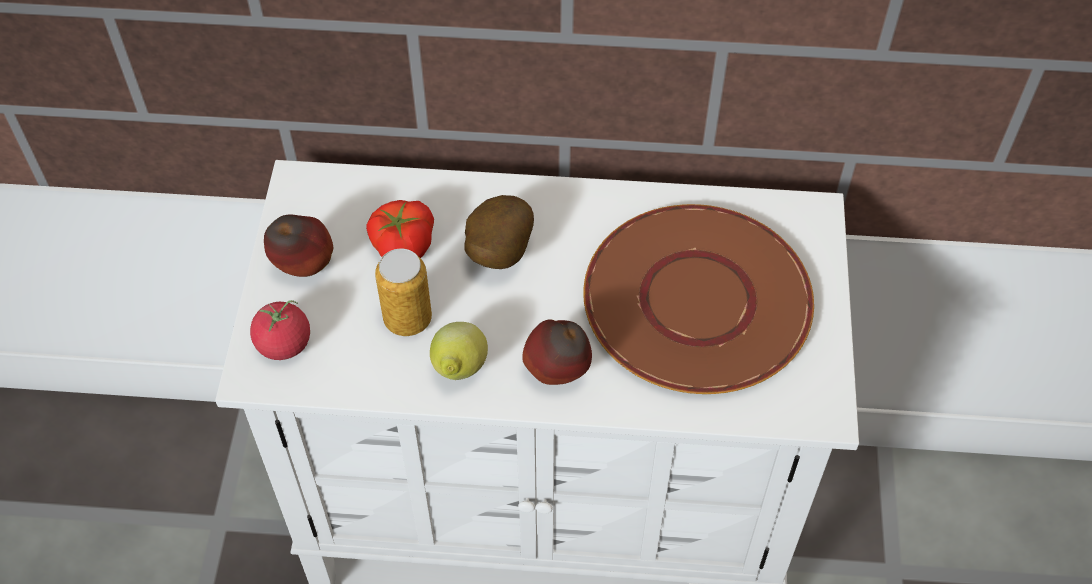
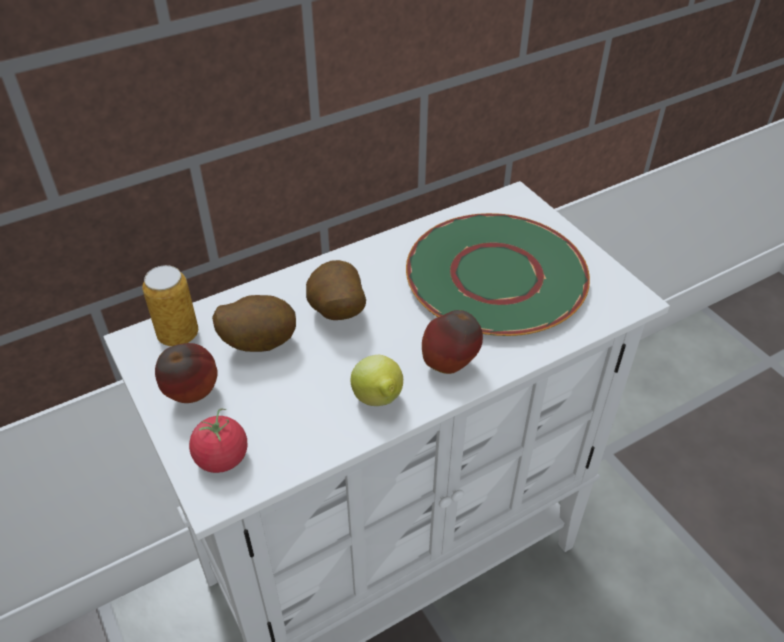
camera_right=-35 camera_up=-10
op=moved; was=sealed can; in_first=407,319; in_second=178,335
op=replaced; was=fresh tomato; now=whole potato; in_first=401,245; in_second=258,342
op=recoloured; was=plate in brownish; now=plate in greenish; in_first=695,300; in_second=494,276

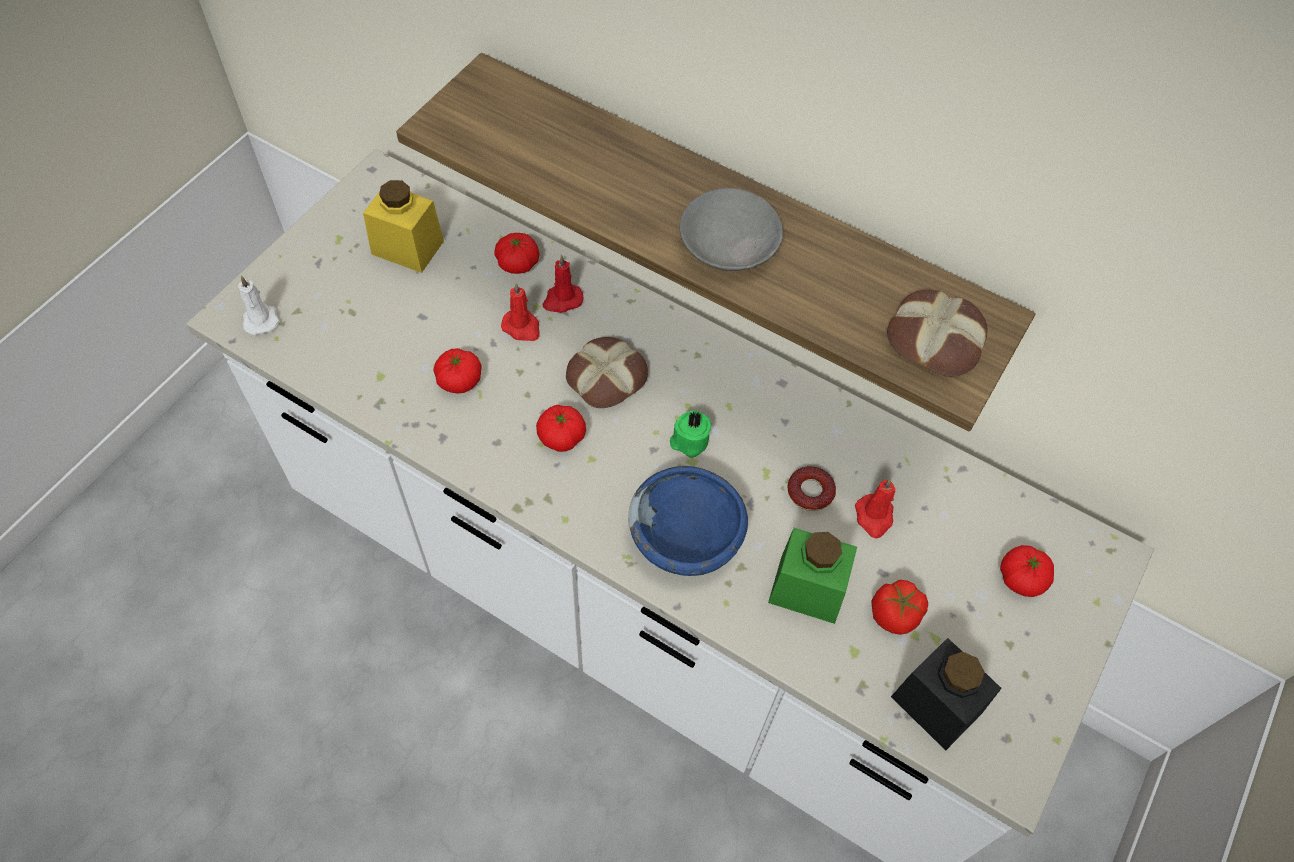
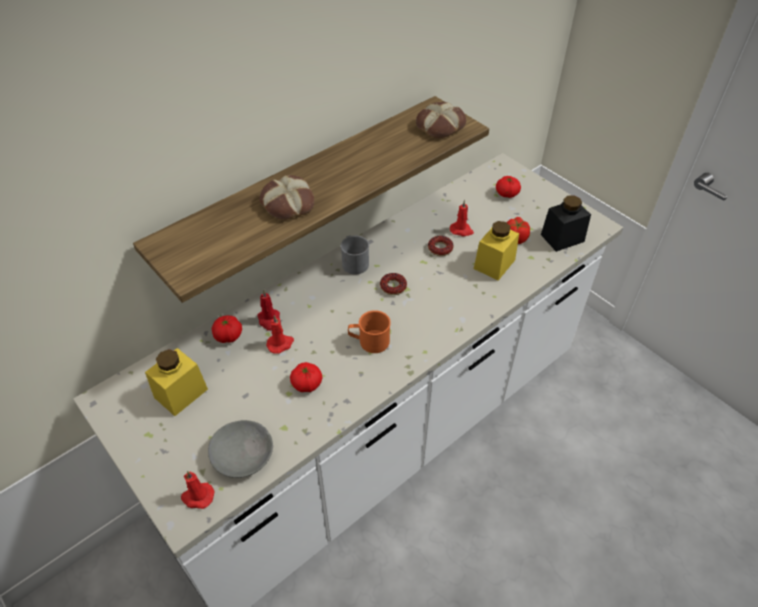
camera_right=-70 camera_up=-10
op=removed; was=serving bowl in bluish; in_first=685,539
op=added; now=coffee mug in grey; in_second=354,262
op=moved; was=bakery bread; in_first=606,377; in_second=287,204
op=moved; was=serving bowl in grey; in_first=729,246; in_second=244,455
op=replaced; was=fresh tomato; now=coffee mug in orange-coloured; in_first=561,437; in_second=369,341
op=replaced; was=wax candle in greenish; now=ring doughnut; in_first=689,441; in_second=393,286
op=recoloured; was=wax candle in white-coloured; now=wax candle in red-coloured; in_first=260,319; in_second=197,496
op=recoloured; was=preserve jar in greenish; now=preserve jar in yellowish; in_first=807,589; in_second=494,264

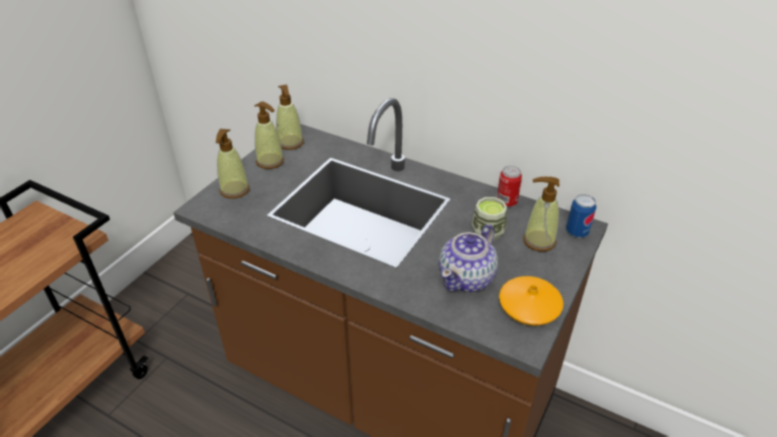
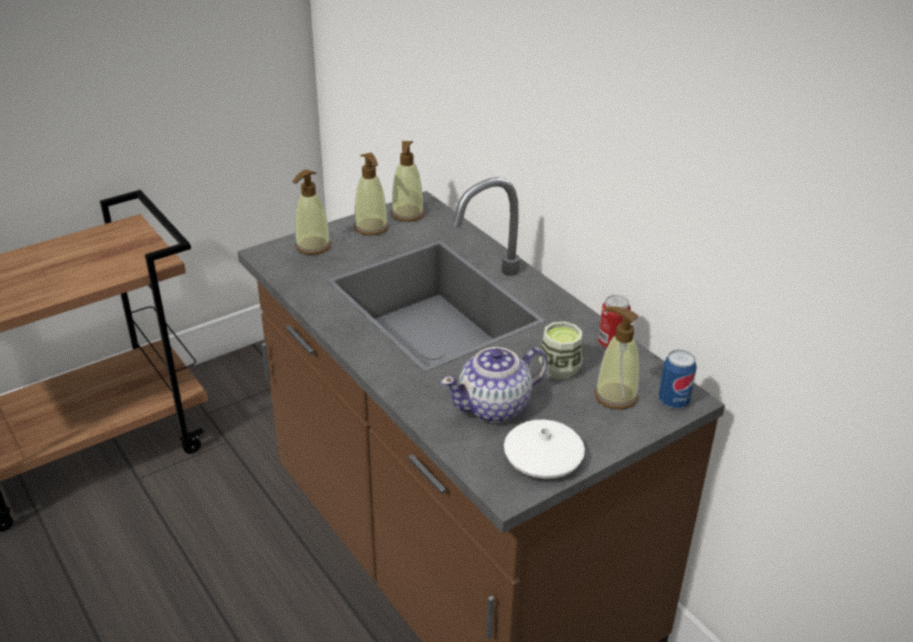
camera_right=25 camera_up=-5
op=recoloured; was=decorative vase in orange-coloured; now=decorative vase in white-coloured; in_first=529,307; in_second=543,458

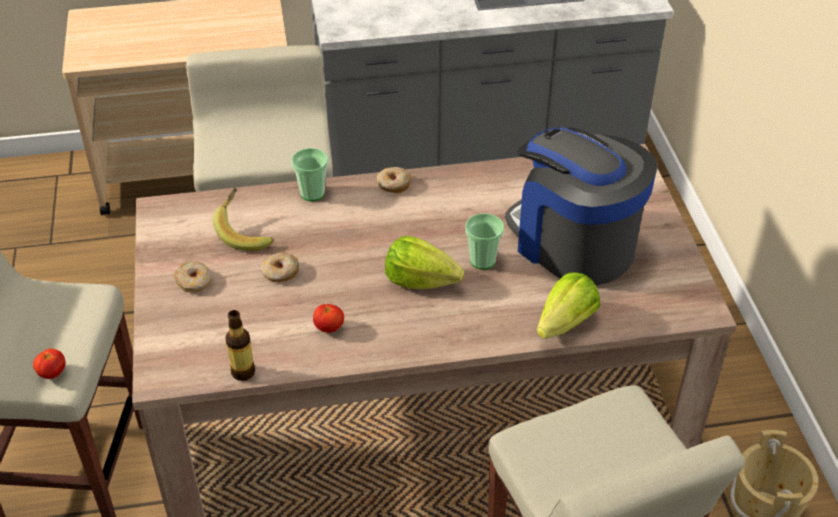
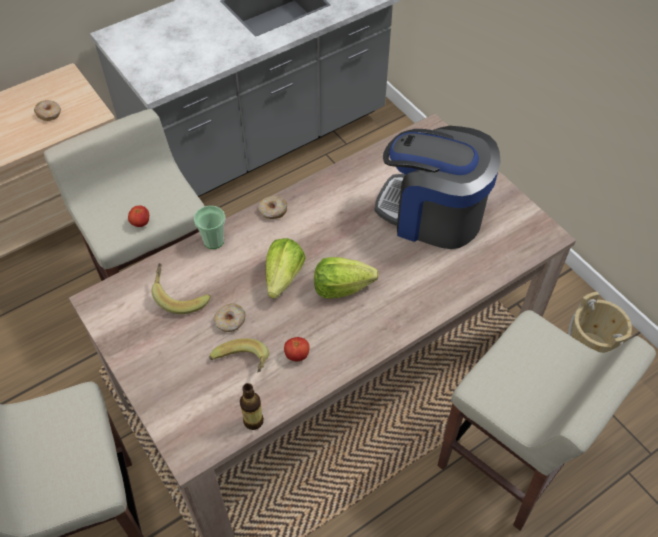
camera_right=-25 camera_up=10
op=removed; was=cup; in_first=482,260
op=added; now=banana; in_second=242,366
op=moved; was=fresh tomato; in_first=52,373; in_second=140,223
op=moved; was=ring doughnut; in_first=194,282; in_second=49,114
op=moved; was=head of lettuce; in_first=565,323; in_second=283,277

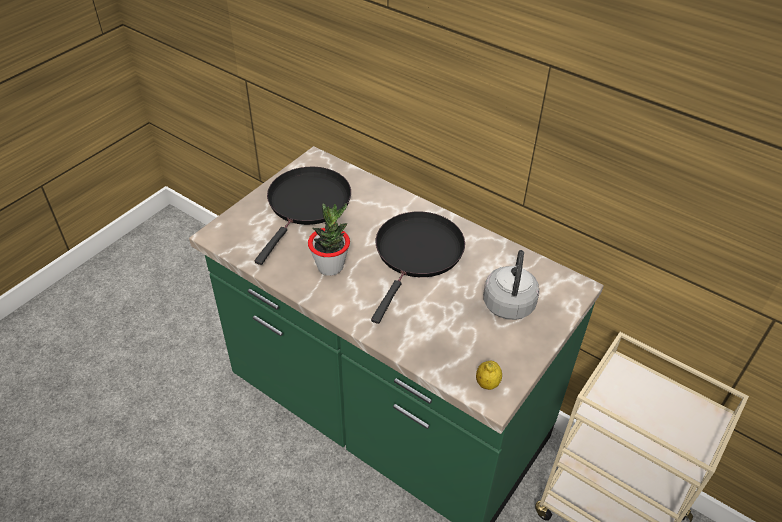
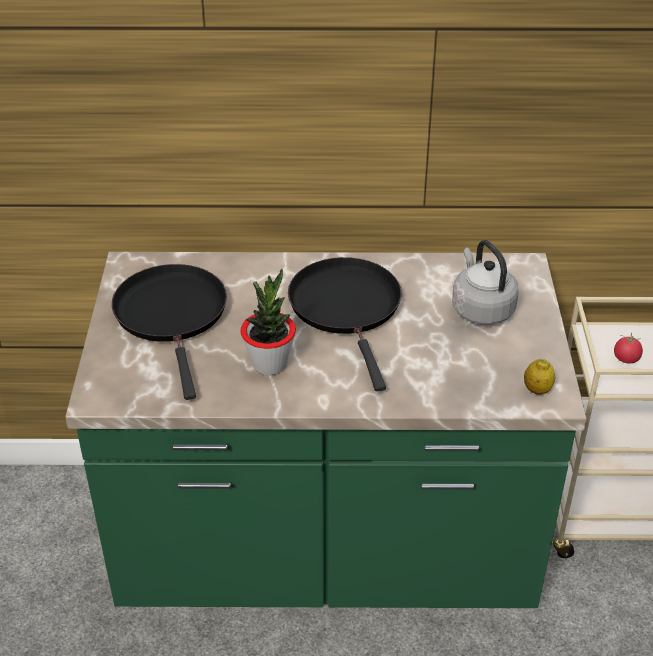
camera_right=-35 camera_up=-5
op=added; now=fresh tomato; in_second=626,359

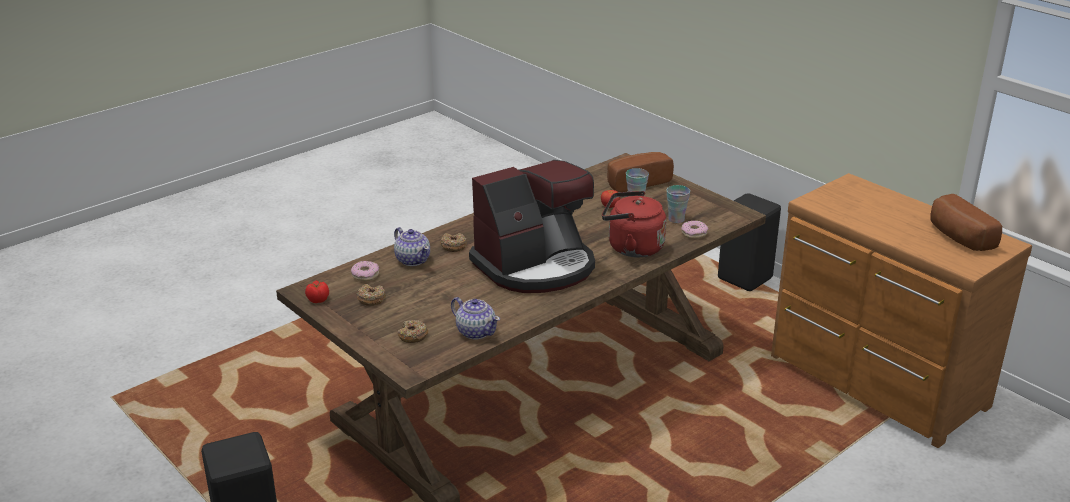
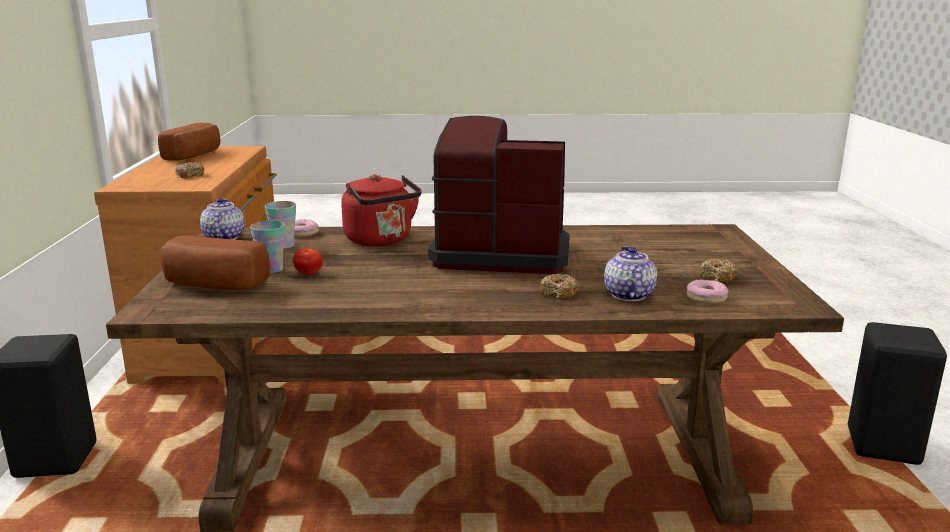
camera_right=-140 camera_up=-10
op=removed; was=fresh tomato; in_first=317,299
op=moved; was=ring doughnut; in_first=413,336; in_second=190,175
op=moved; was=tea pot; in_first=476,331; in_second=223,238

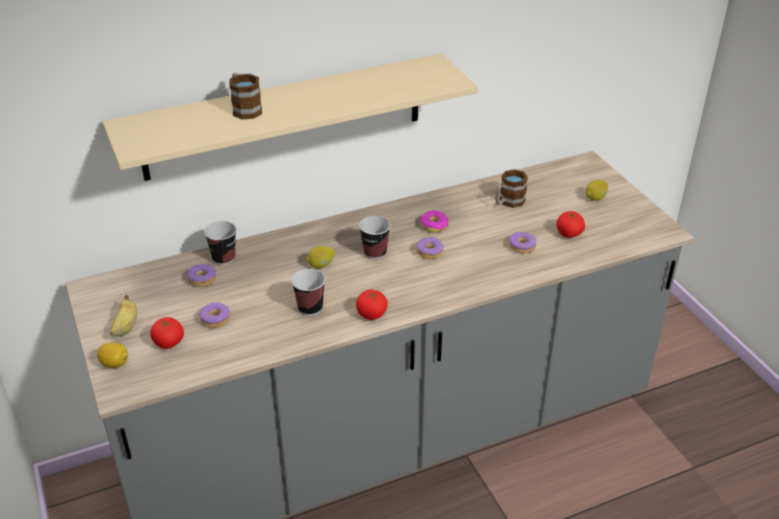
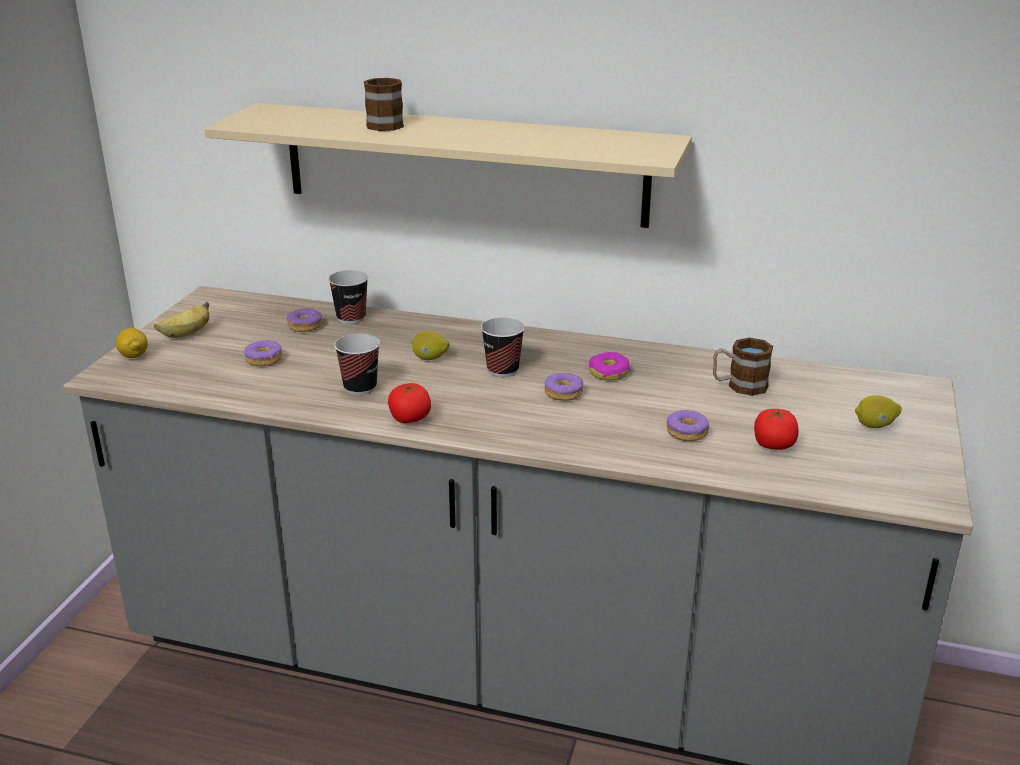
camera_right=40 camera_up=-10
op=removed; was=fresh tomato; in_first=168,343

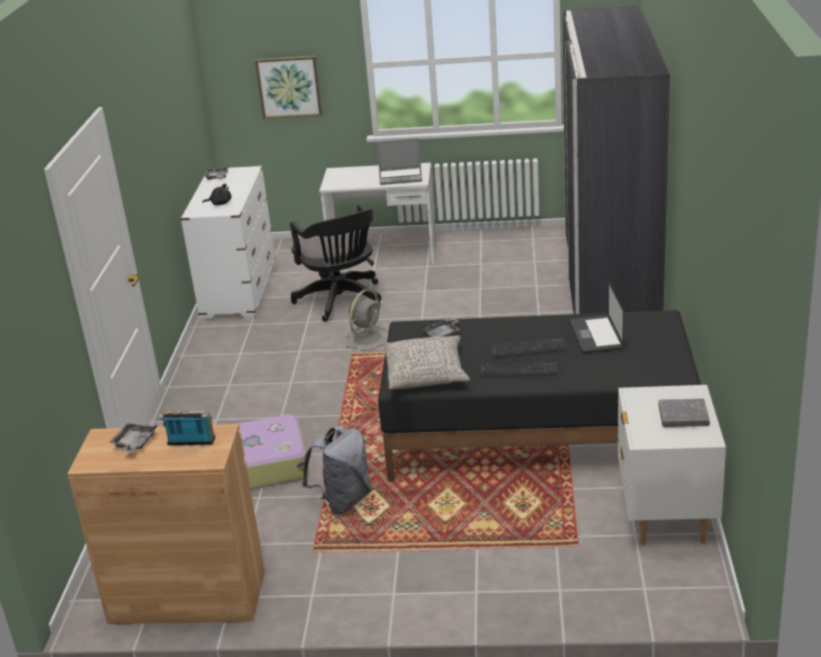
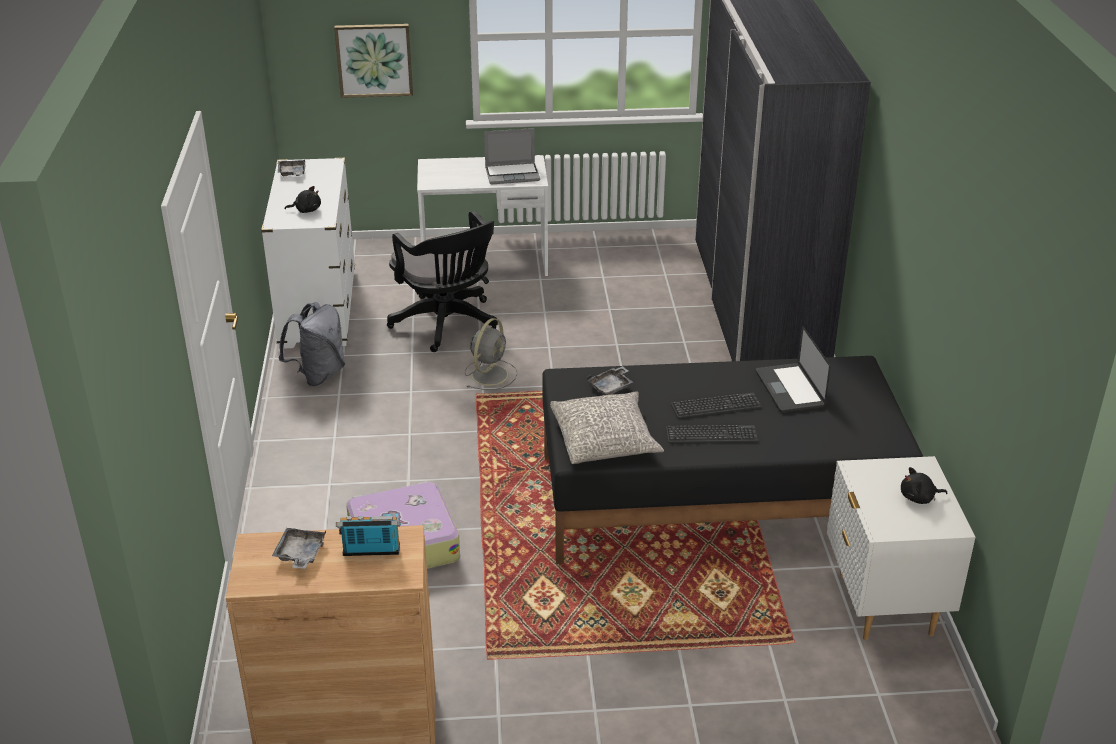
camera_right=-10 camera_up=5
op=moved; was=knapsack in grey; in_first=343,501; in_second=318,375
op=replaced; was=book in grey; now=cuddly toy in blackish; in_first=683,416; in_second=919,498

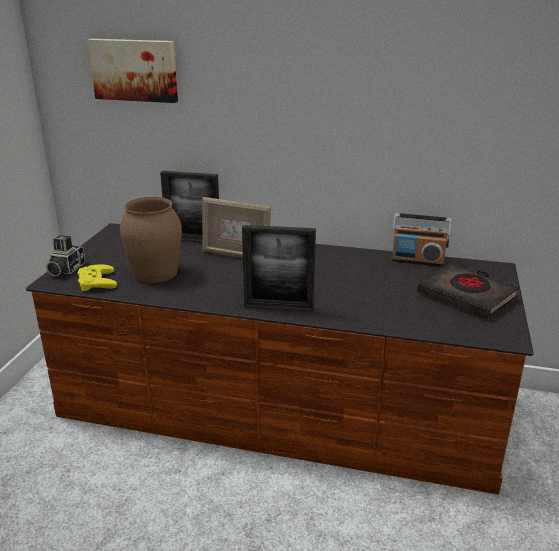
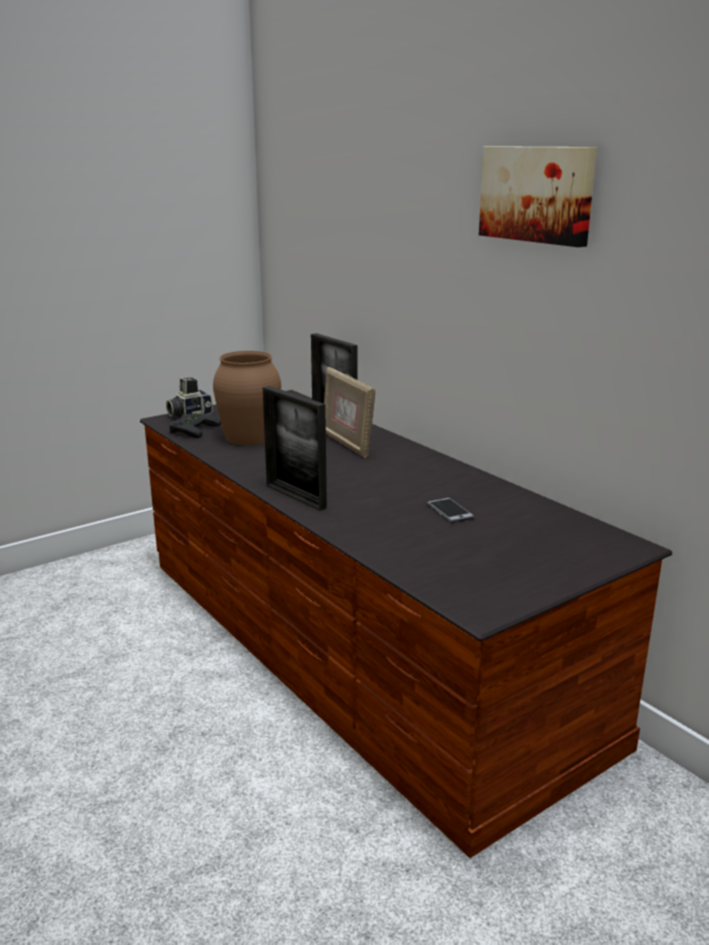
camera_right=40 camera_up=-5
op=removed; was=radio receiver; in_first=417,261
op=removed; was=book in blackish; in_first=467,295
op=added; now=phone; in_second=450,511
op=moved; was=picture; in_first=135,70; in_second=537,194
op=recoloured; was=joypad in yellowish; now=joypad in blackish; in_first=94,281; in_second=191,429

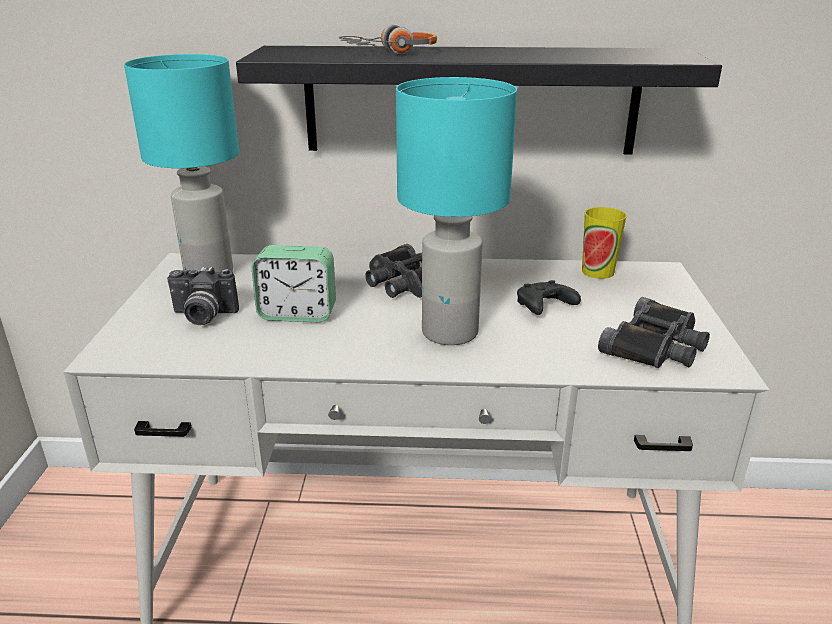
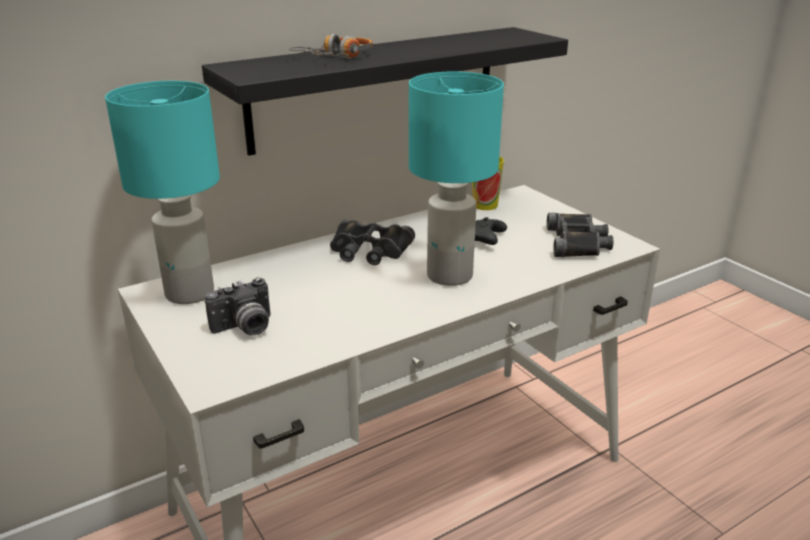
camera_right=-35 camera_up=0
op=removed; was=bedside clock; in_first=297,314

